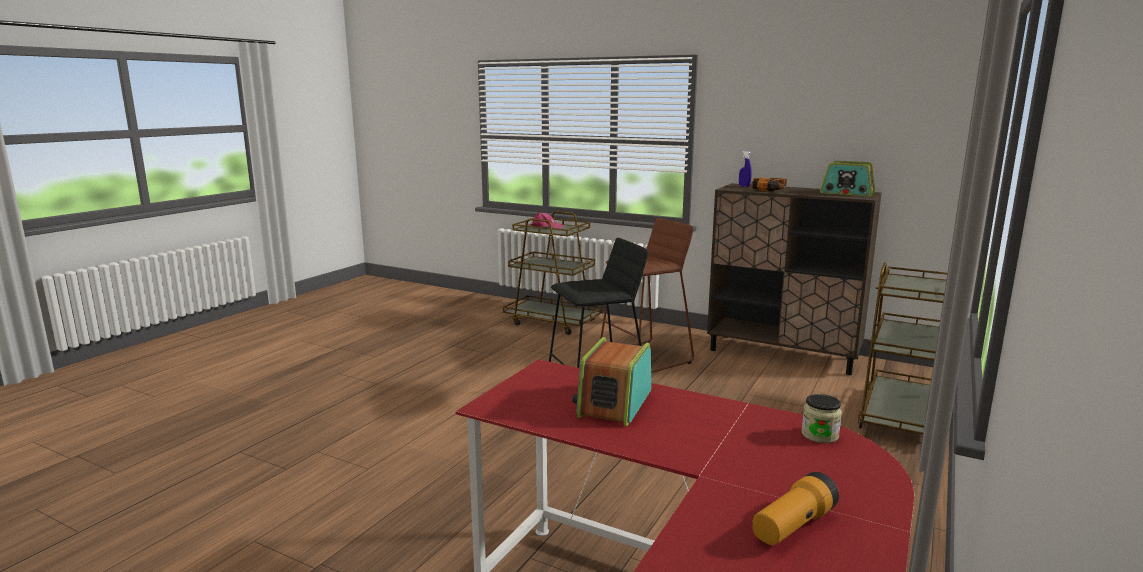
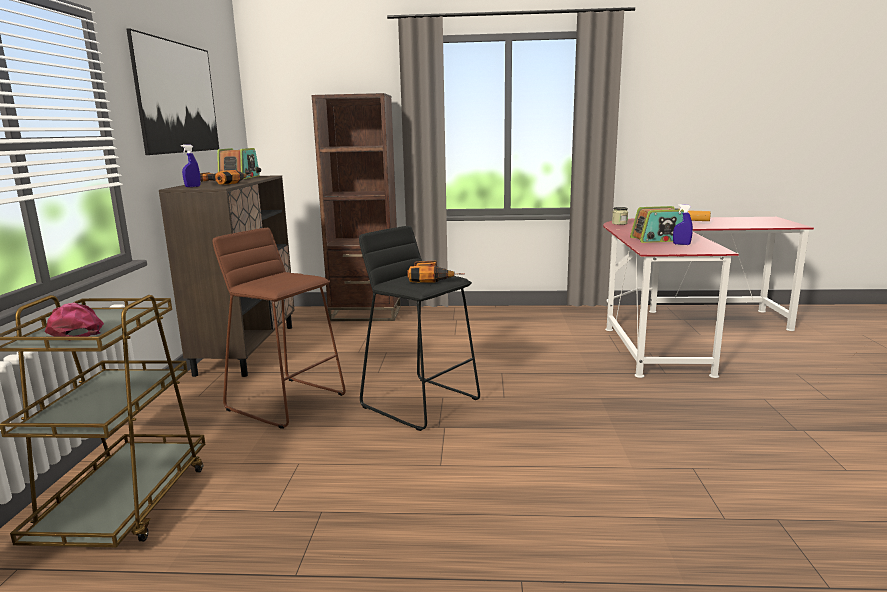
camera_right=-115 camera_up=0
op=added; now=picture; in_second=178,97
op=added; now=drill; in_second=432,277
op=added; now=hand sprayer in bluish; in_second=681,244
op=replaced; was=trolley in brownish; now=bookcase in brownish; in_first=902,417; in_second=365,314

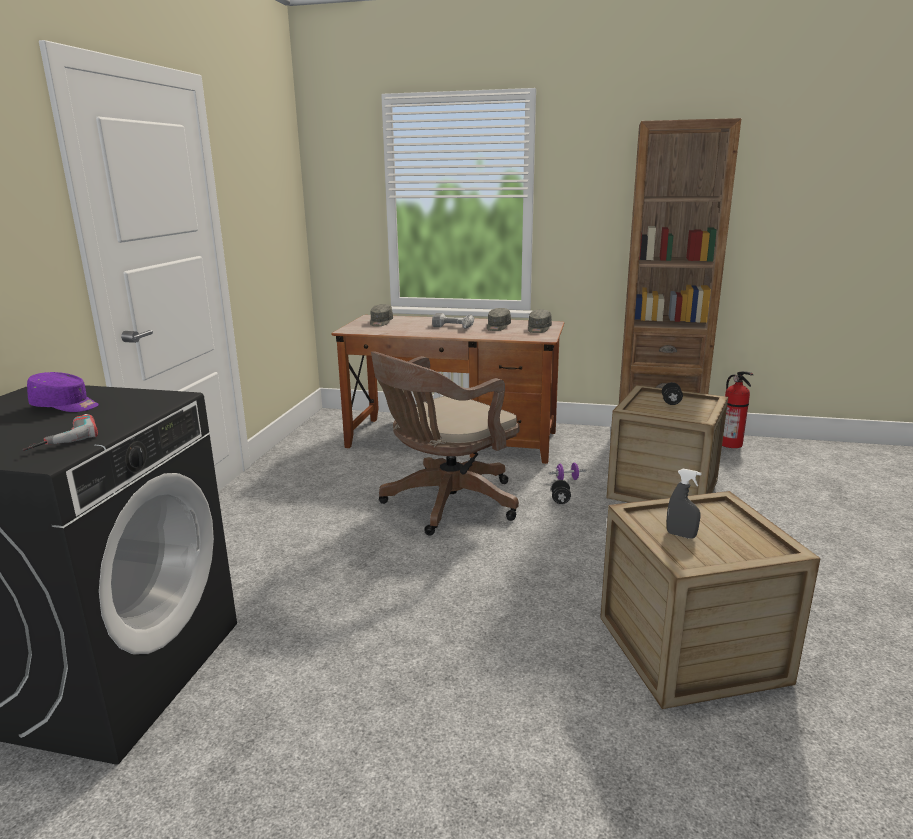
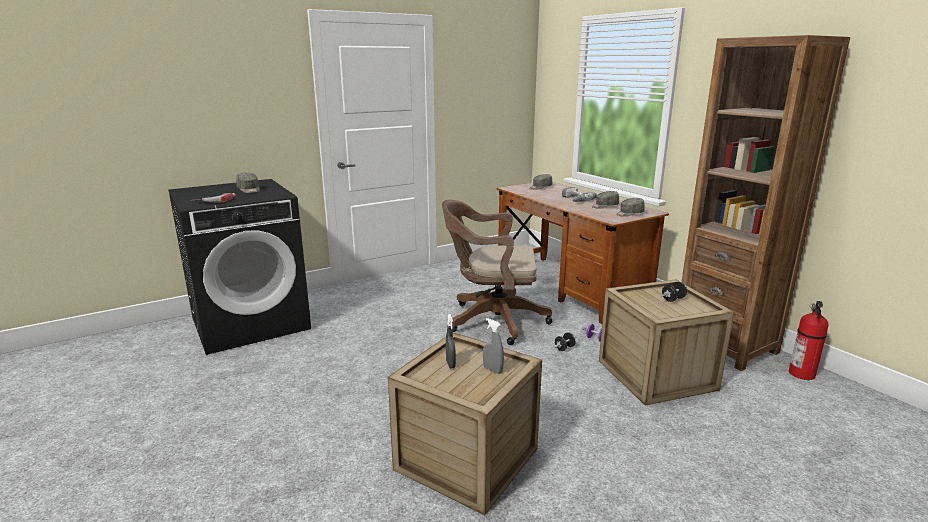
camera_right=45 camera_up=0
op=added; now=hand sprayer in grey; in_second=492,370
op=recoloured; was=cap in purple-coloured; now=cap in grey; in_first=65,406; in_second=249,190

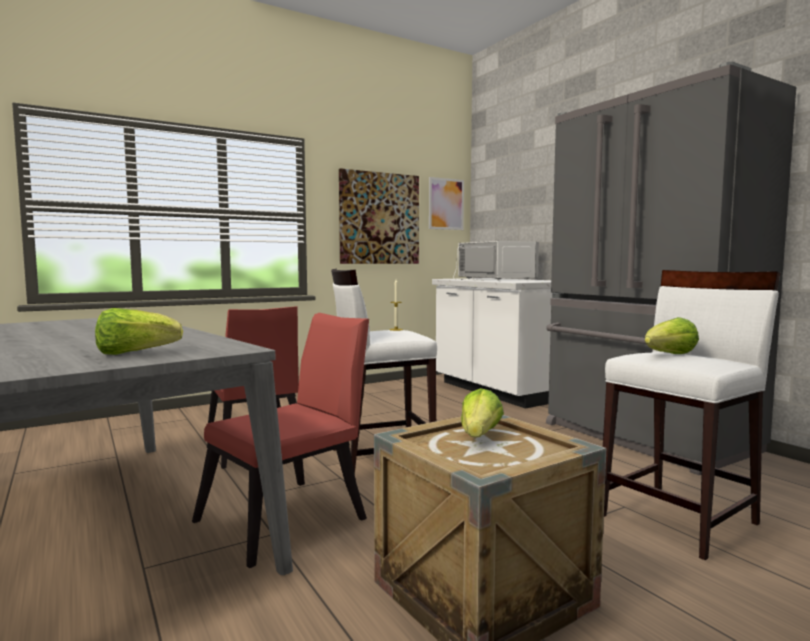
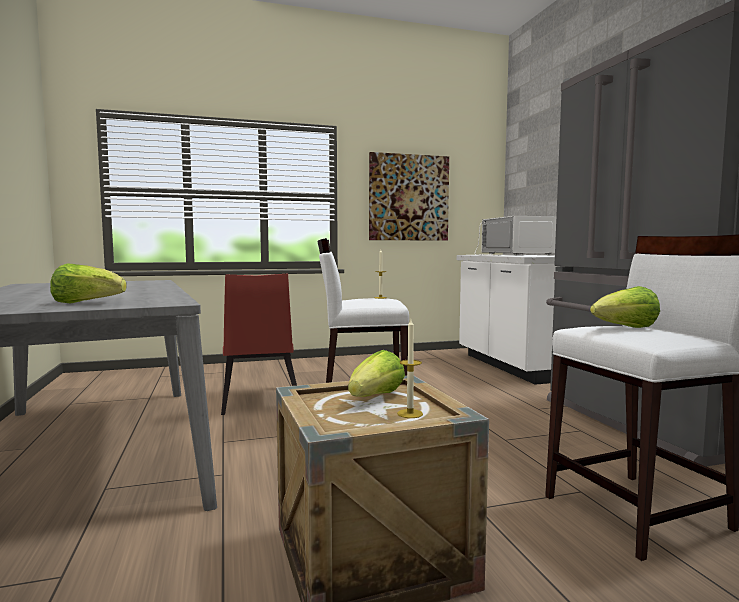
camera_right=15 camera_up=0
op=removed; was=upright chair in red-coloured; in_first=291,517
op=removed; was=picture; in_first=446,204
op=added; now=wax candle; in_second=410,413

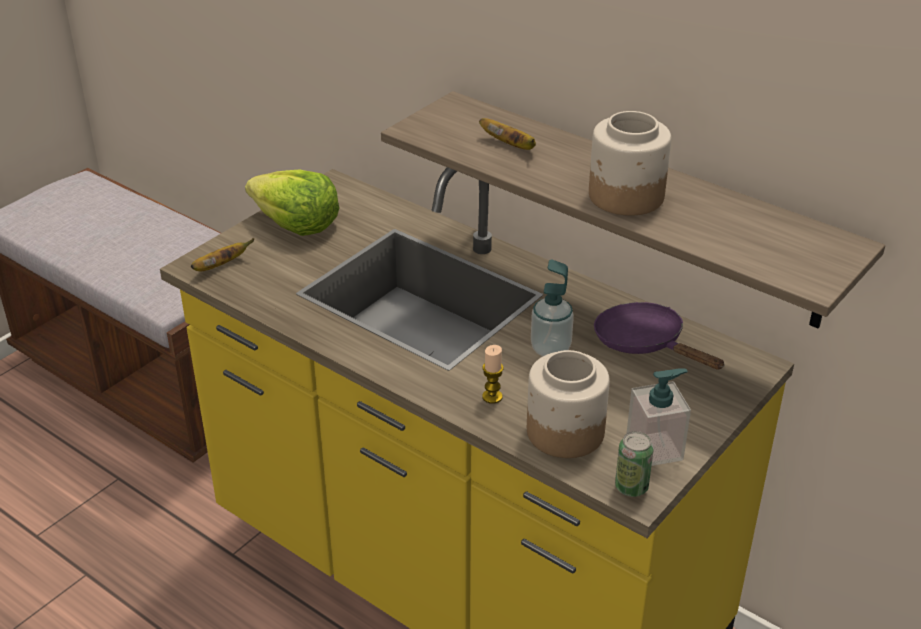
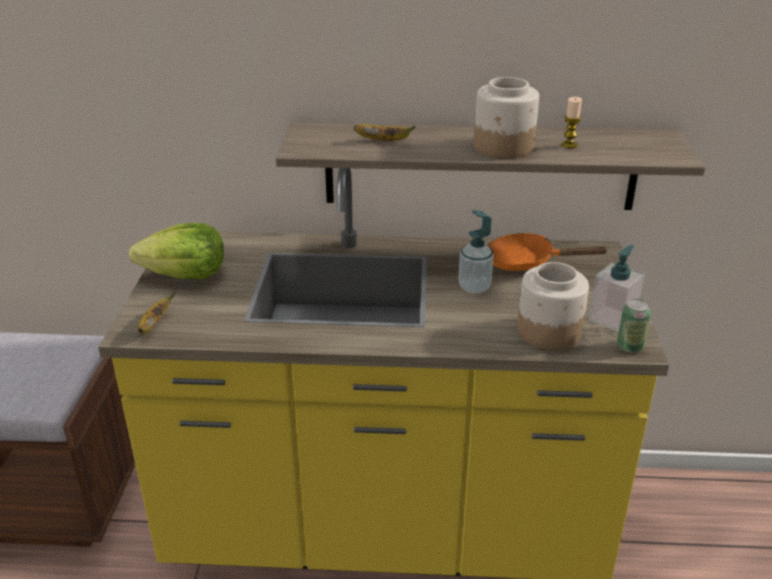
camera_right=-35 camera_up=-5
op=moved; was=wax candle; in_first=492,397; in_second=569,145
op=recoloured; was=frying pan in purple-coloured; now=frying pan in orange-coloured; in_first=645,344; in_second=526,262

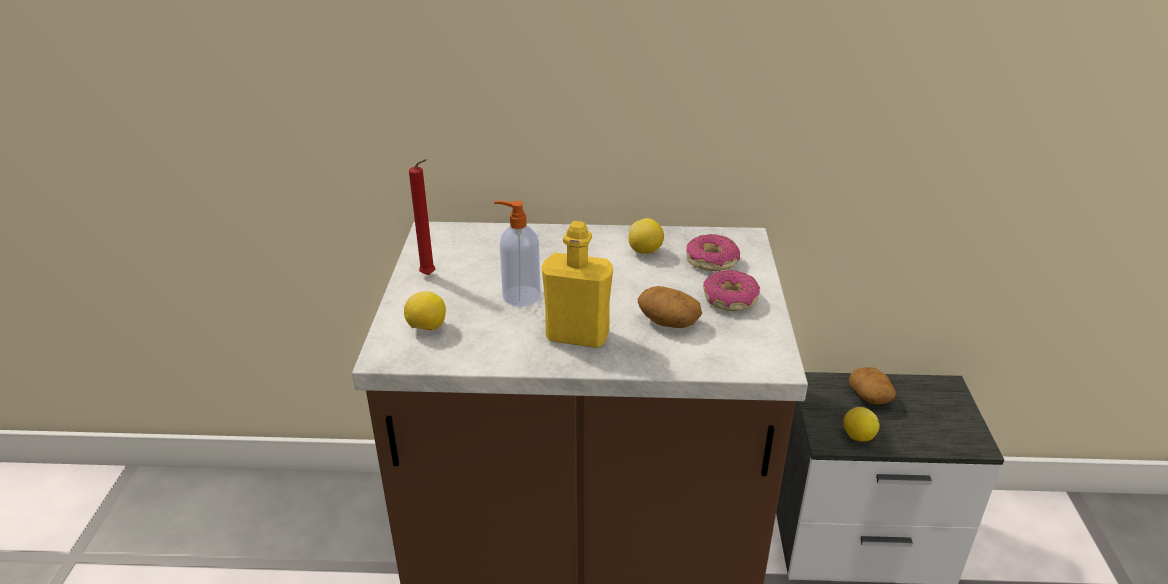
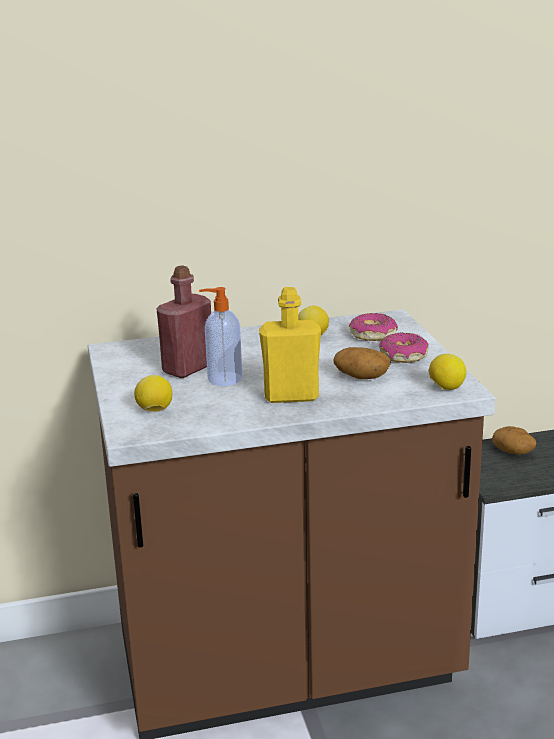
camera_right=-15 camera_up=-10
op=removed; was=wax candle in red-coloured; in_first=430,276
op=added; now=beverage bottle in red-coloured; in_second=188,368
op=moved; was=whole lemon; in_first=857,436; in_second=446,388

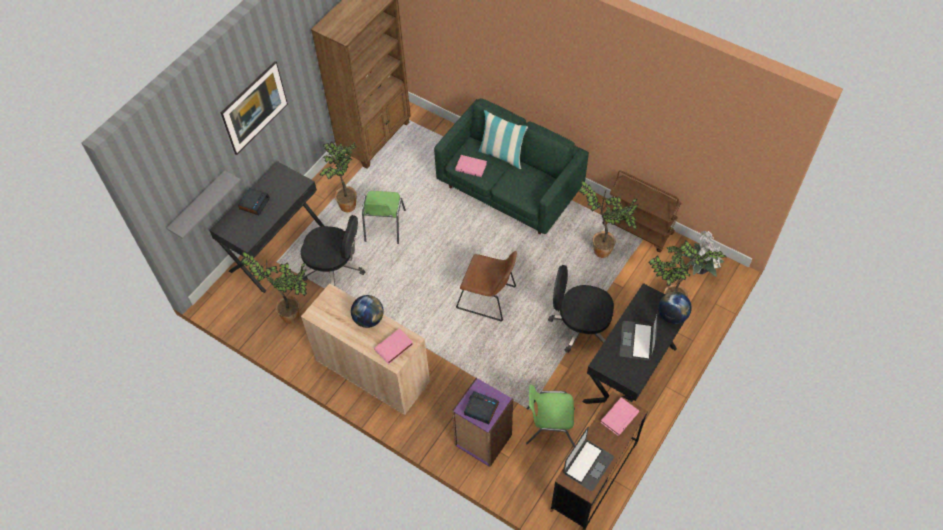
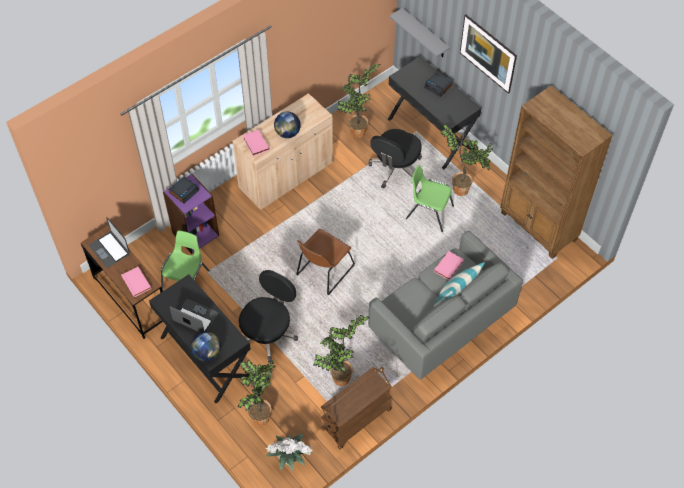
camera_right=105 camera_up=0
op=recoloured; was=sofa in greenish; now=sofa in grey; in_first=509,190; in_second=440,322

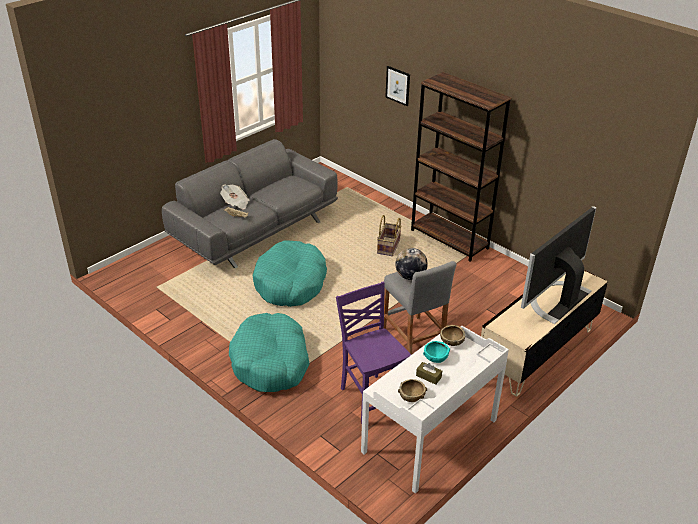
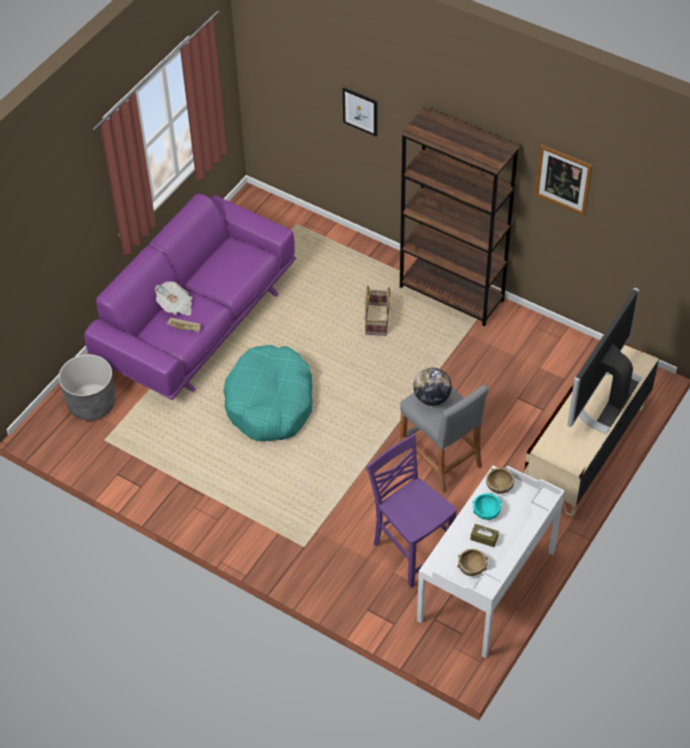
camera_right=-10 camera_up=15
op=removed; was=dog cushion in turquoise; in_first=270,362
op=added; now=planter in grey; in_second=92,404
op=added; now=picture; in_second=563,179
op=recoloured; was=sofa in grey; now=sofa in purple-coloured; in_first=255,229; in_second=197,321

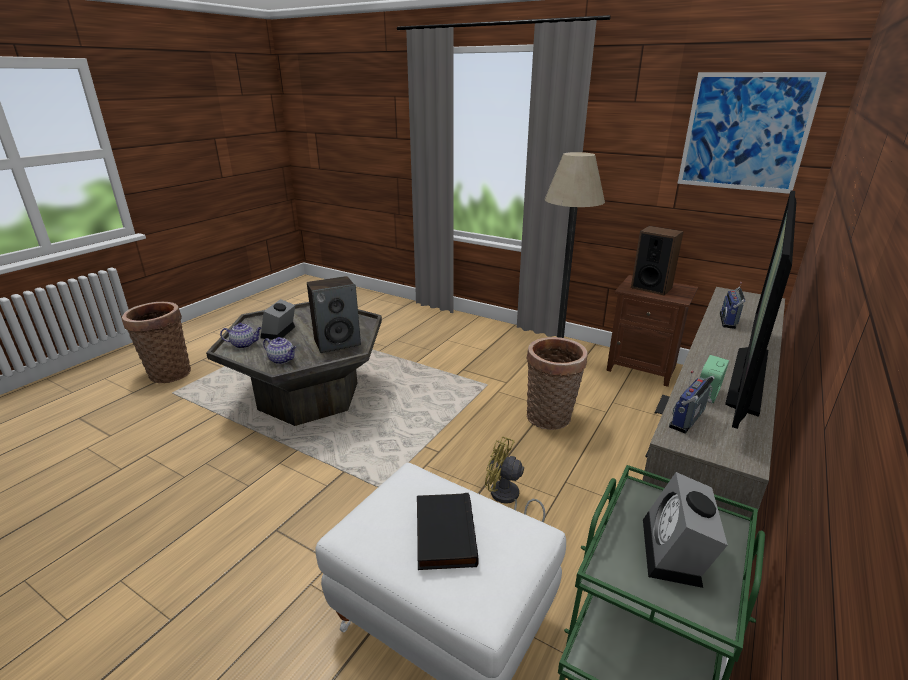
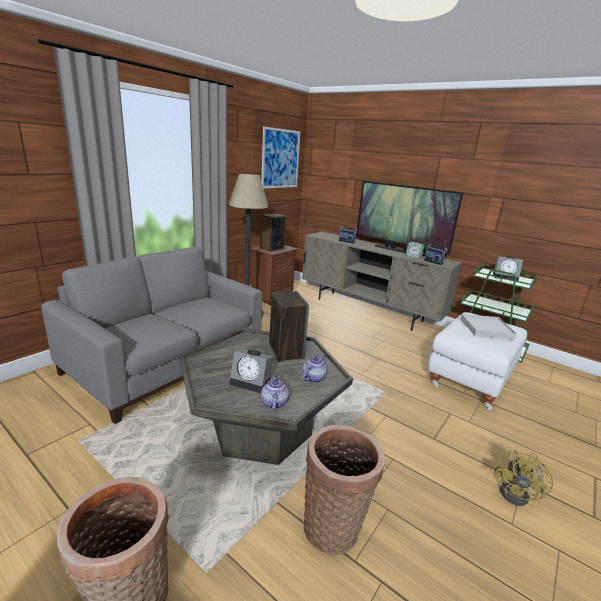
camera_right=-85 camera_up=-5
op=added; now=sofa in grey; in_second=167,361
op=moved; was=cooling fan in yellowish; in_first=507,499; in_second=519,494
op=moved; was=household basket; in_first=550,419; in_second=334,526
op=replaced; was=book in blackish; now=serving tray in white-coloured; in_first=443,533; in_second=486,328

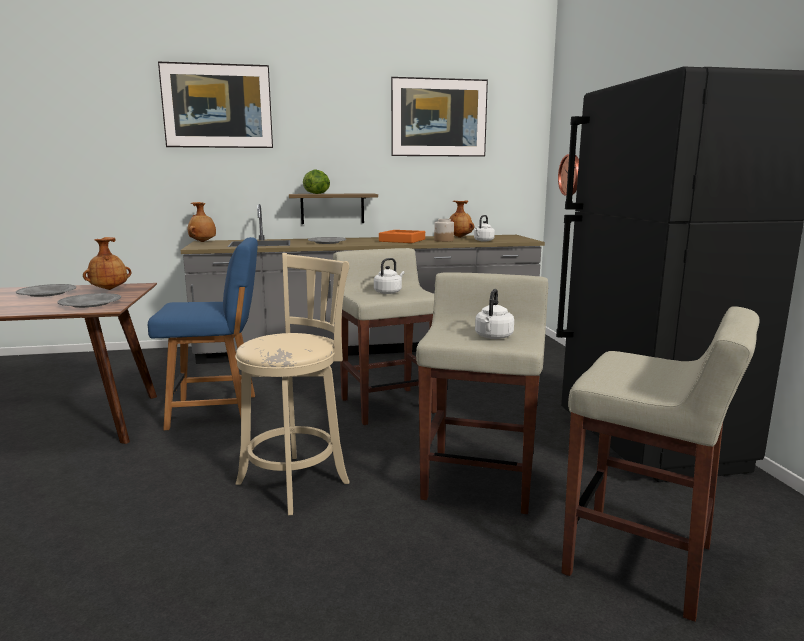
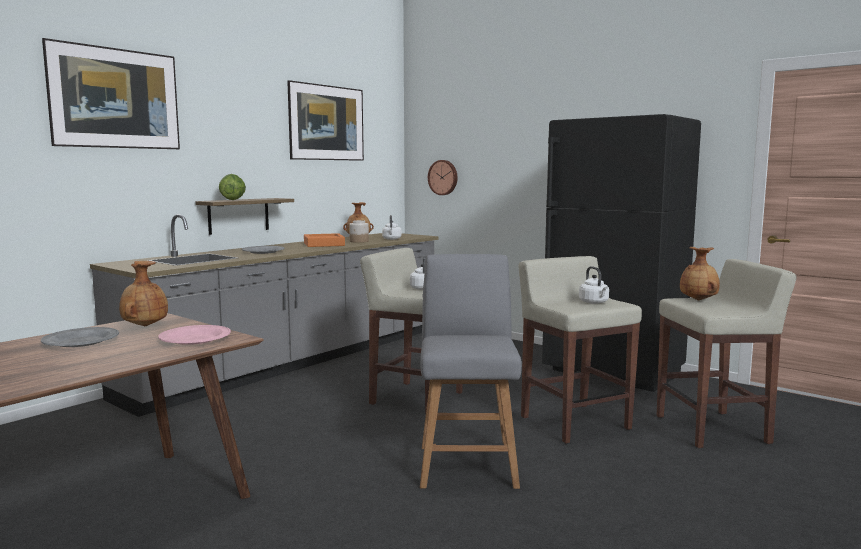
camera_right=-40 camera_up=-5
op=removed; was=upright chair in bluish; in_first=217,411
op=moved; was=decorative vase in brownish; in_first=203,242; in_second=699,300
op=replaced; was=sitting stool in beige; now=upright chair in grey; in_first=297,481; in_second=467,464
op=recoloured; was=plate in grey; now=plate in pink; in_first=90,304; in_second=194,339

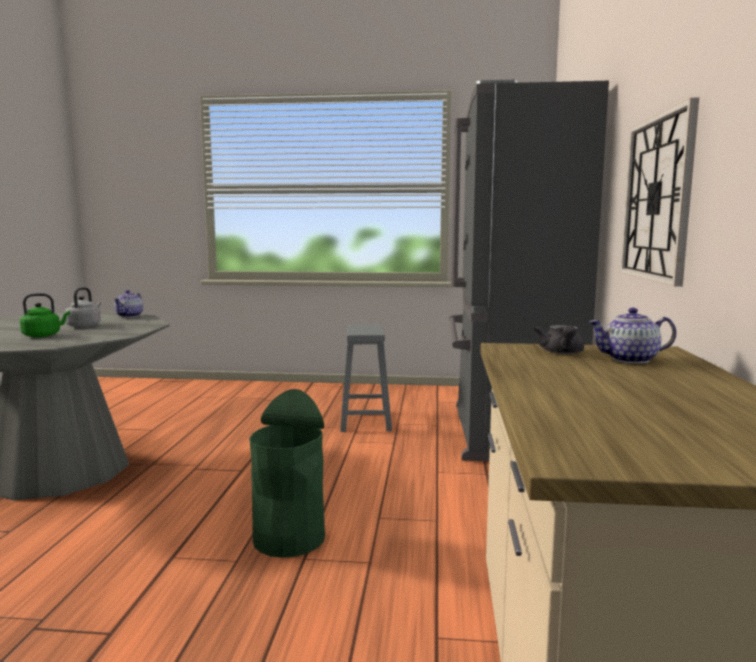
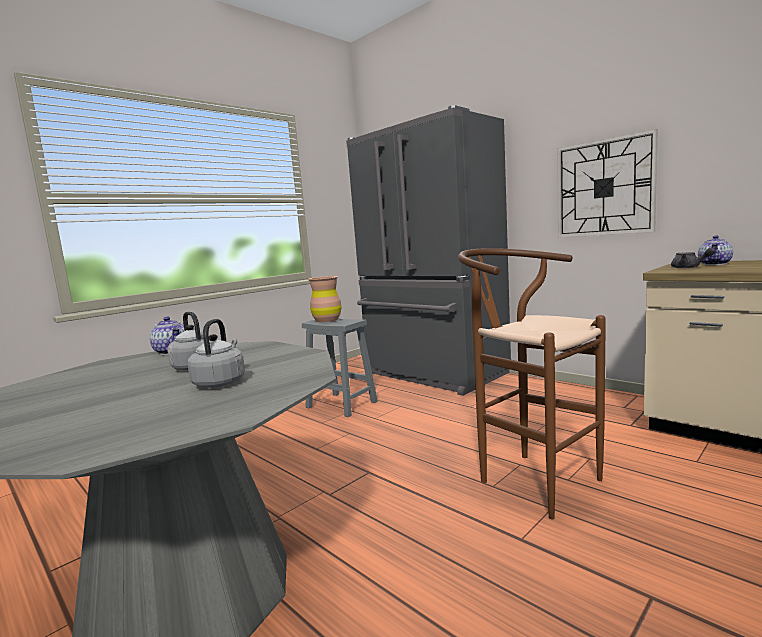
camera_right=-50 camera_up=0
op=added; now=decorative vase in brownish; in_second=327,320
op=replaced; was=rubbish bin in greenish; now=sitting stool in brownish; in_first=289,538; in_second=529,478
op=recoloured; was=tea kettle in greenish; now=tea kettle in grey; in_first=44,335; in_second=220,382

